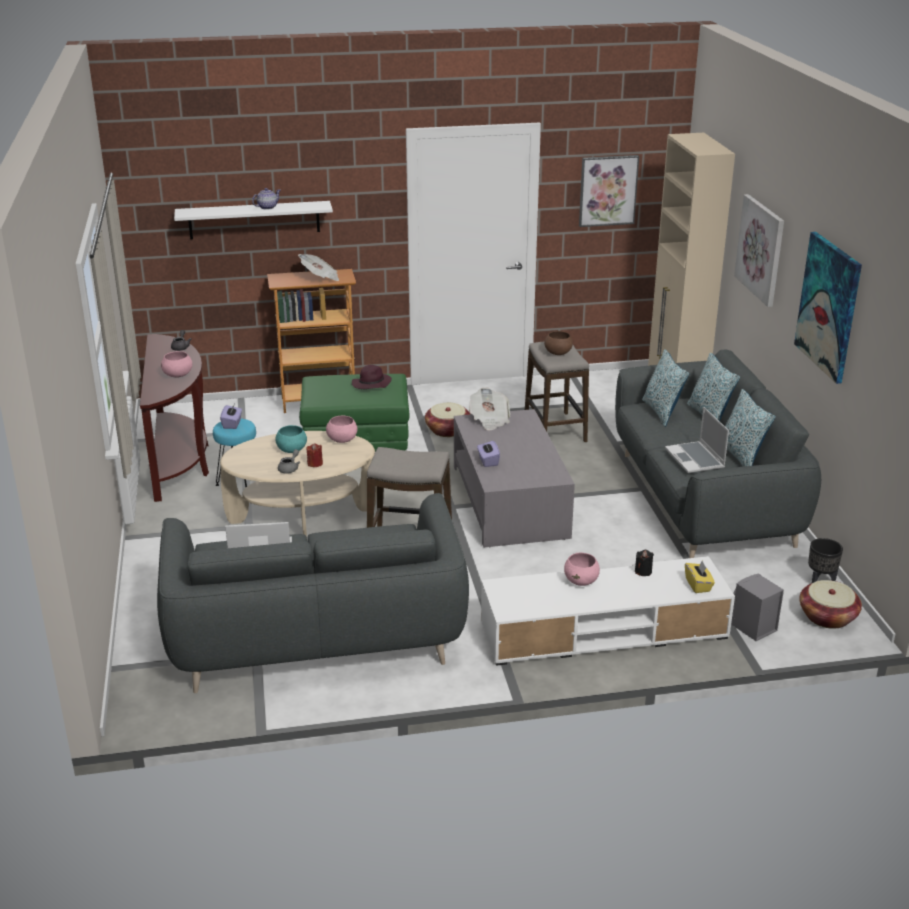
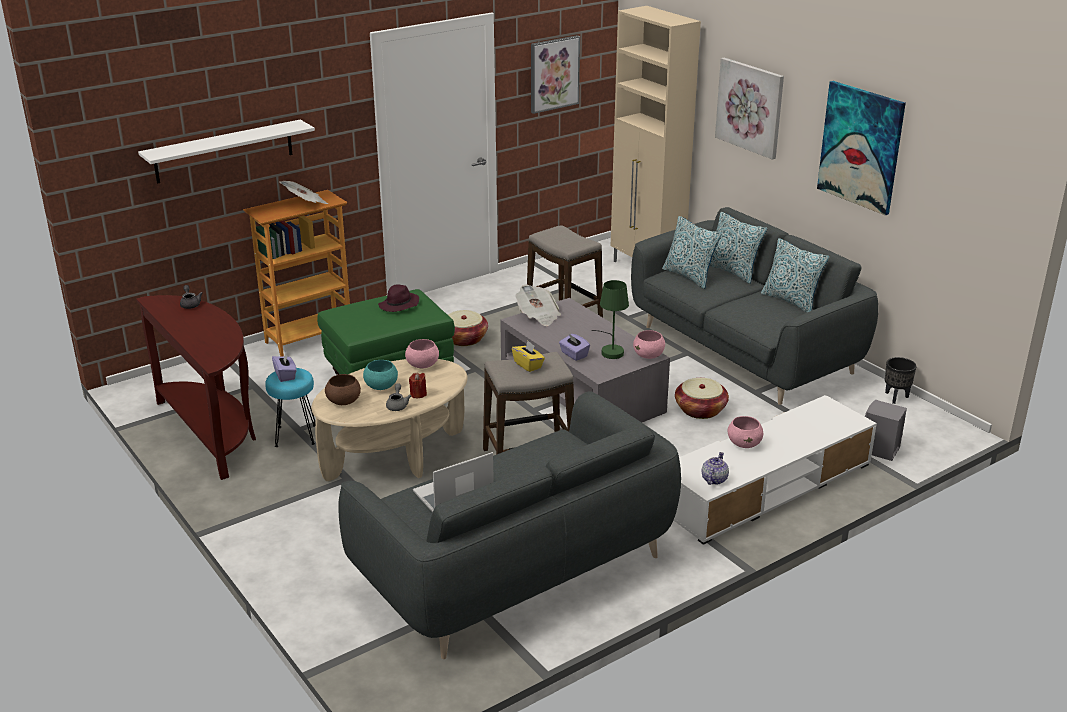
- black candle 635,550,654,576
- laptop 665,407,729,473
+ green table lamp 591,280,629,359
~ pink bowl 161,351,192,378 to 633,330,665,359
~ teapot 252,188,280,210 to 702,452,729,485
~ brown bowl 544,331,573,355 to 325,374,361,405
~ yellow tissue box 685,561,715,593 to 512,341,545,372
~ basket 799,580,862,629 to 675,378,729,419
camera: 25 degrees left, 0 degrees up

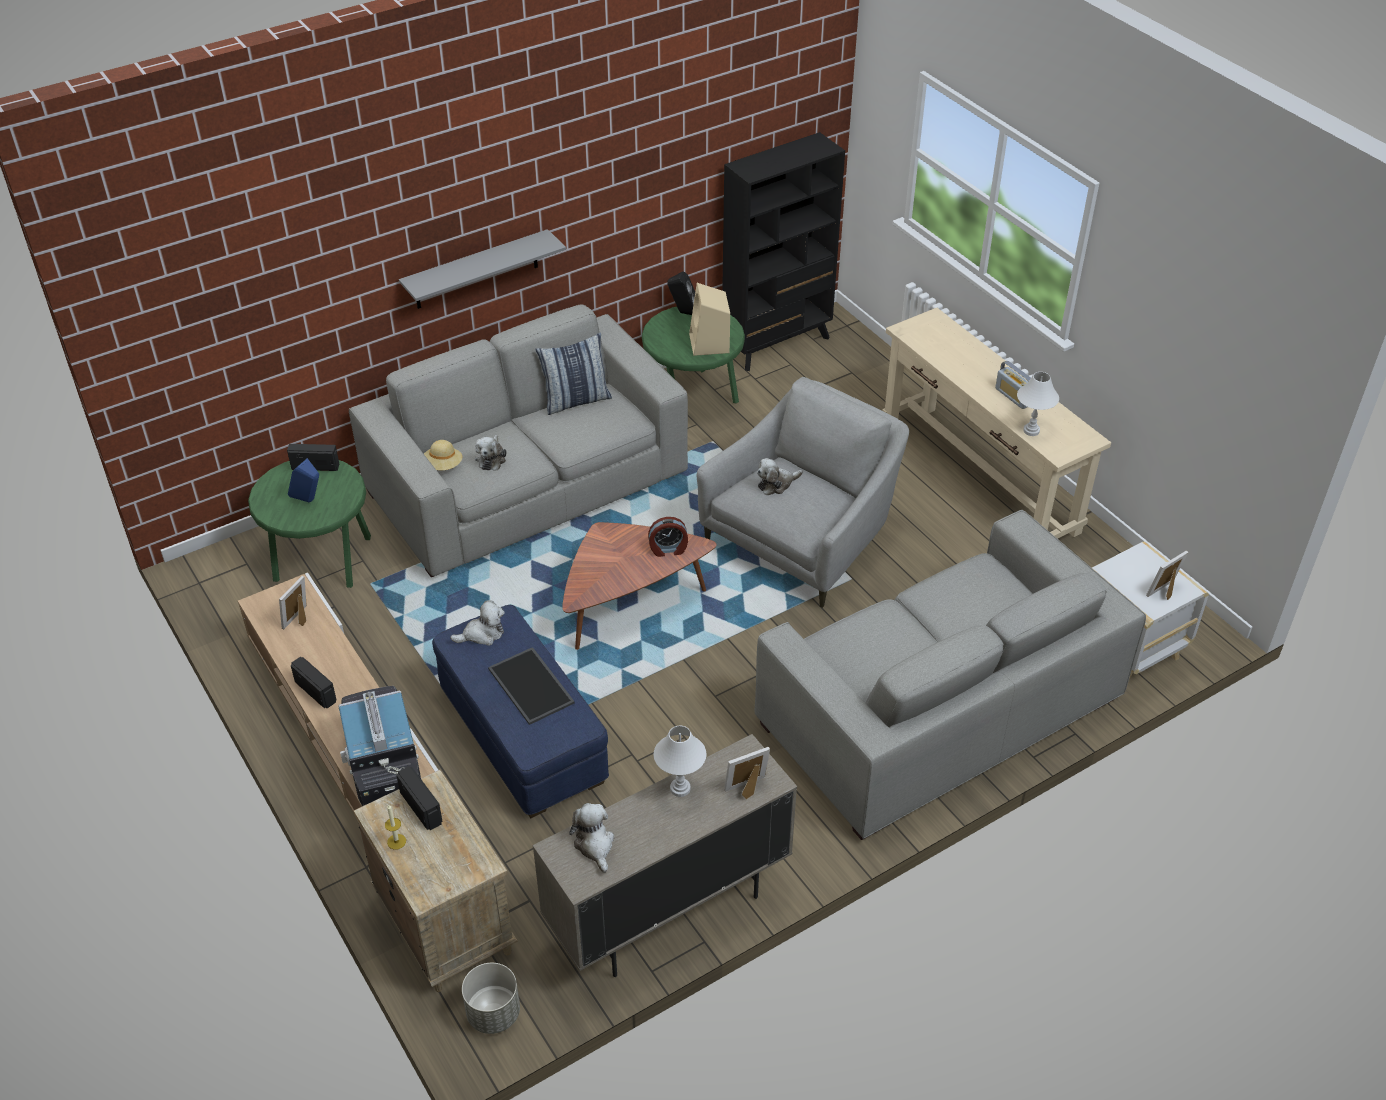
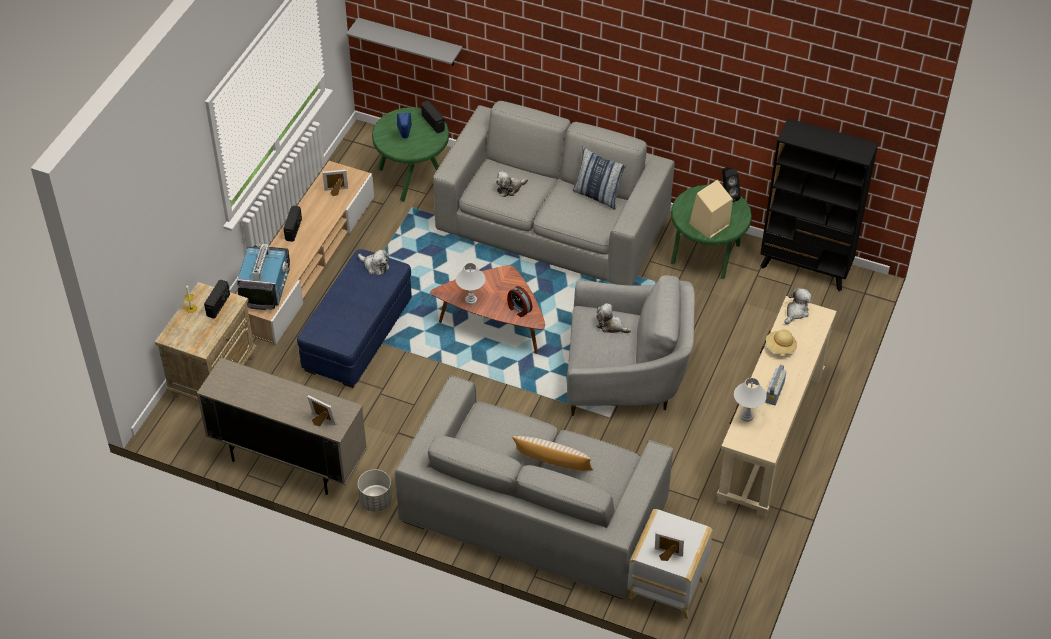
- tray 488,647,575,725
+ beige pillow 512,436,593,471
~ grey shelf 399,229,566,309 to 346,18,463,65
~ beige hat 424,440,462,470 to 766,330,797,355
~ grey planter 462,963,520,1034 to 358,469,392,512
~ plush toy 569,803,614,873 to 784,288,812,324
~ white table lamp 654,726,706,797 to 456,263,486,305
~ television 338,686,421,806 = 237,244,290,310 150 degrees clockwise
camera: 55 degrees right, 5 degrees up

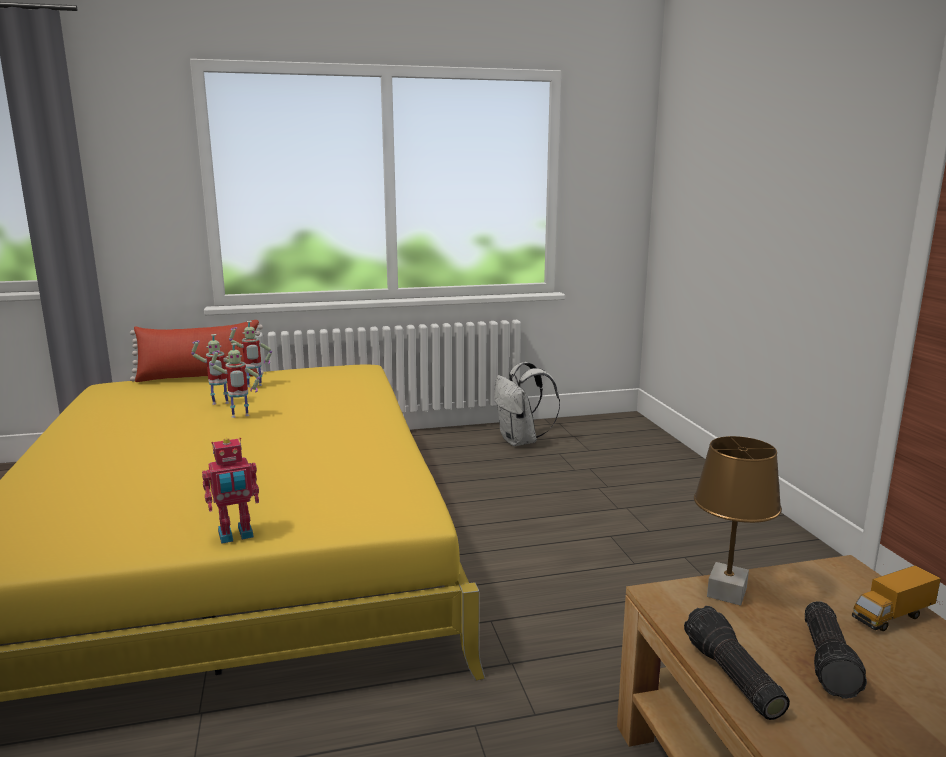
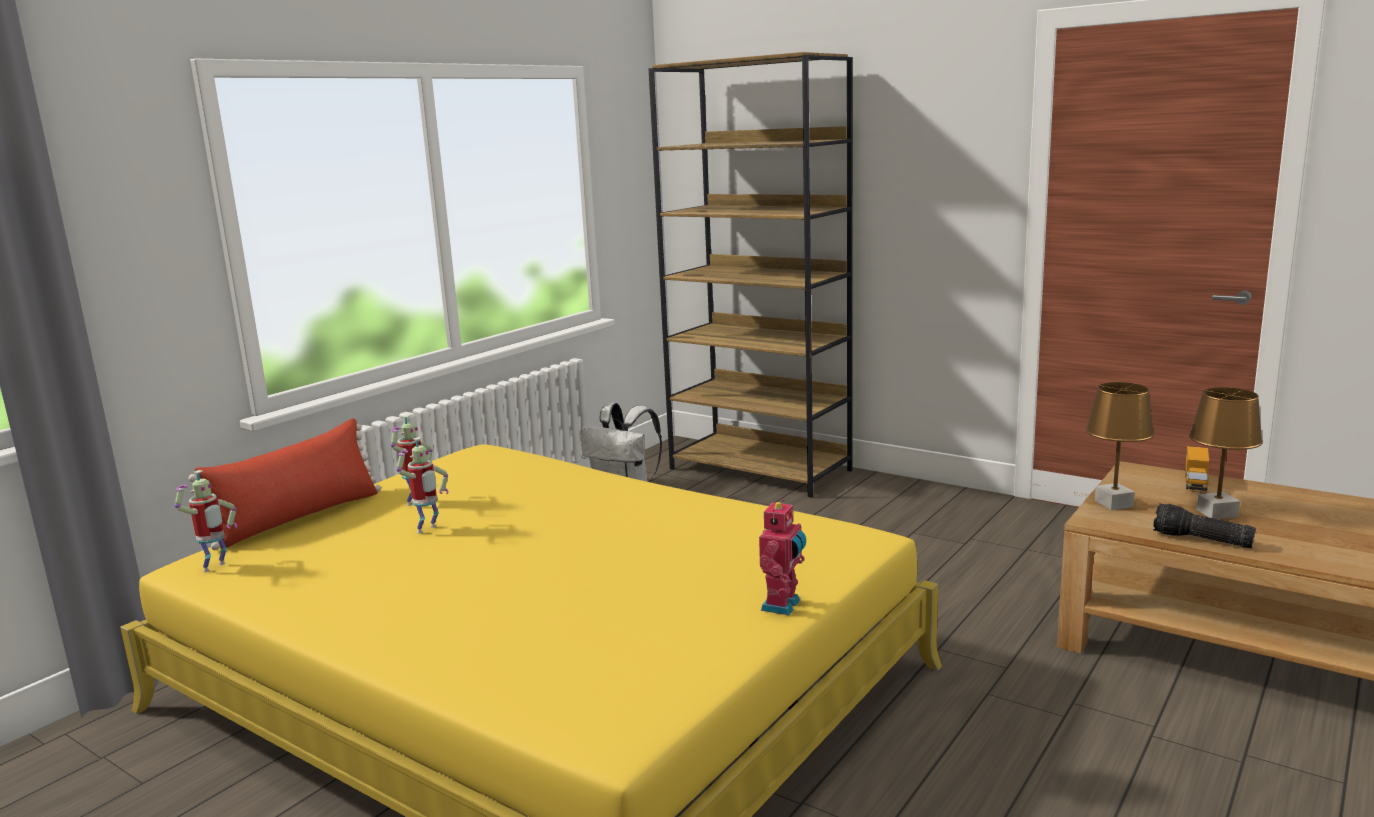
+ brown bookcase 649,52,853,498
~ toy robot 210,343,260,418 to 175,470,237,572
~ flashlight 805,601,867,699 to brown table lamp 1189,387,1263,519
camera: 40 degrees left, 0 degrees up

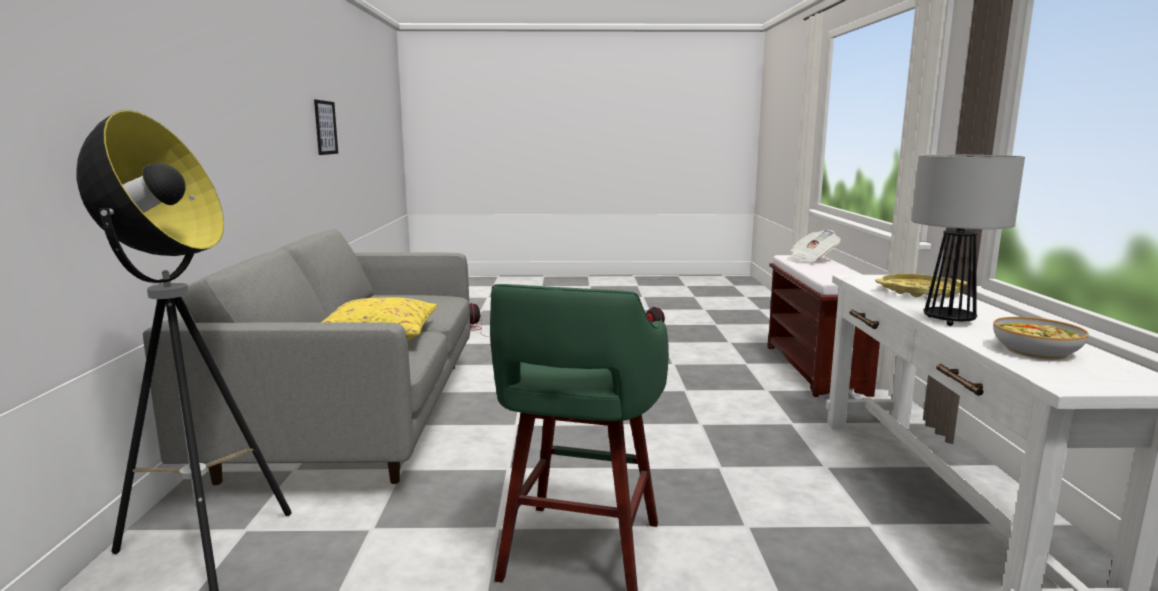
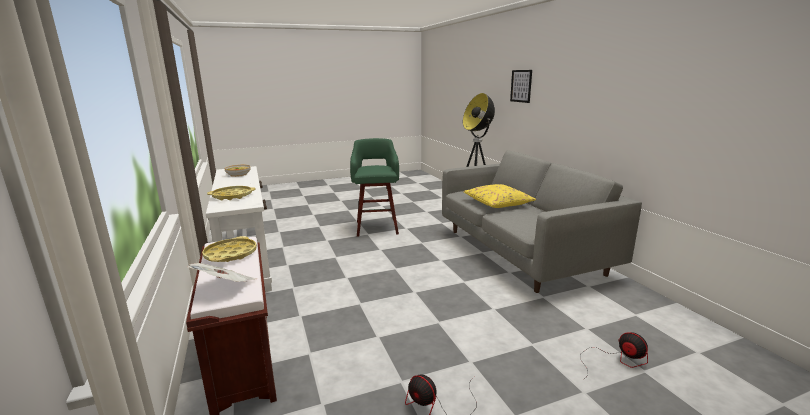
- table lamp 911,155,1025,326
+ yellow tray 202,236,257,262
~ picture 314,100,338,155 to 510,70,532,103
camera: 160 degrees right, 5 degrees up

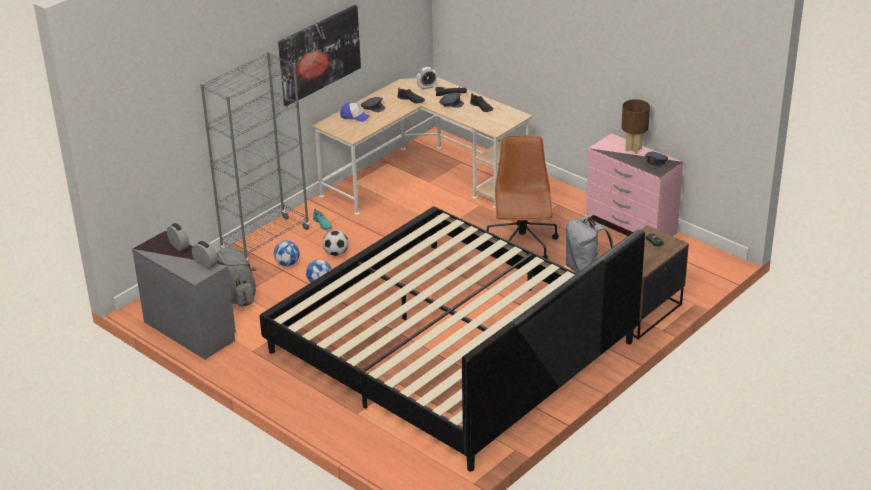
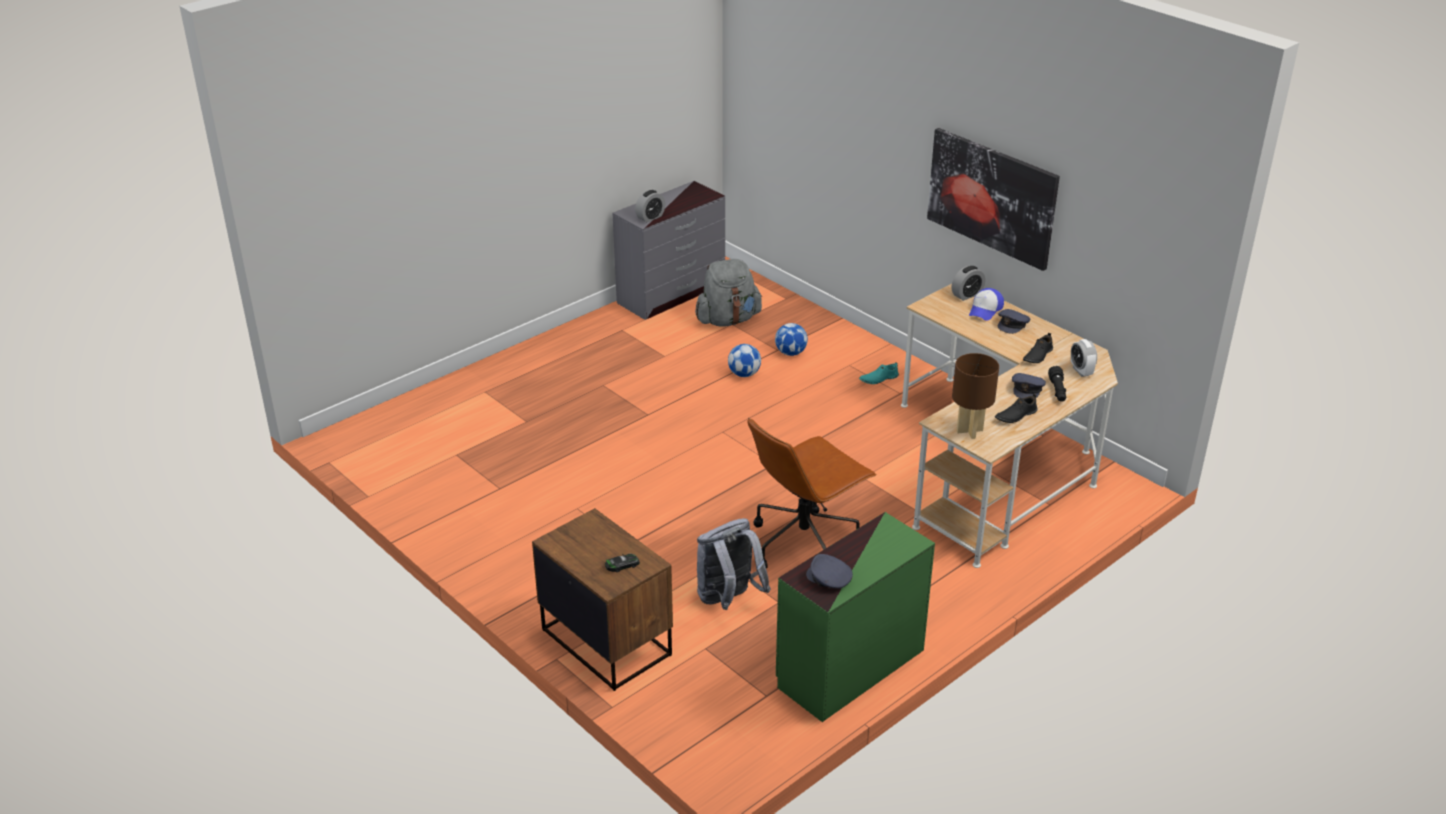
- grey bookcase 200,52,310,261
- bed 259,206,645,472
- football 323,230,348,256
~ alarm clock 167,223,189,251 to 952,266,985,301
~ brown table lamp 621,99,650,154 to 952,353,999,439
~ pink dresser 586,133,683,236 to green dresser 776,512,935,722
~ brown office chair 487,135,559,259 = 747,418,877,568 135 degrees clockwise
camera: 95 degrees right, 0 degrees up

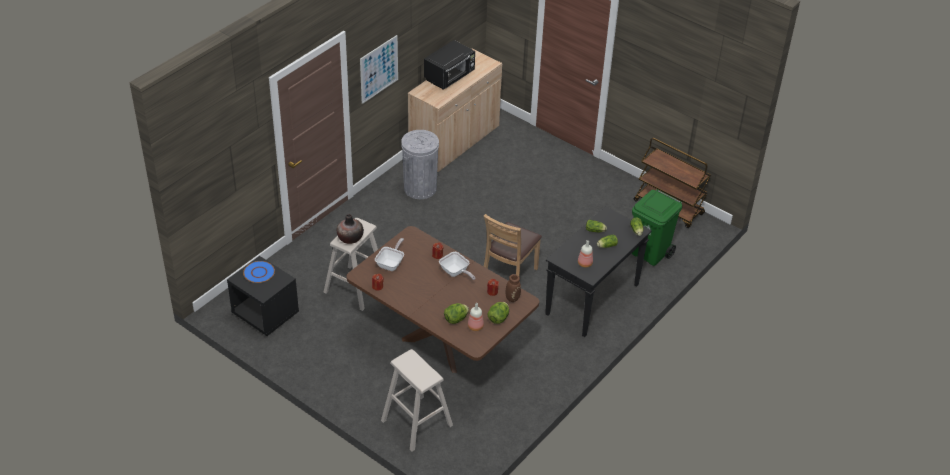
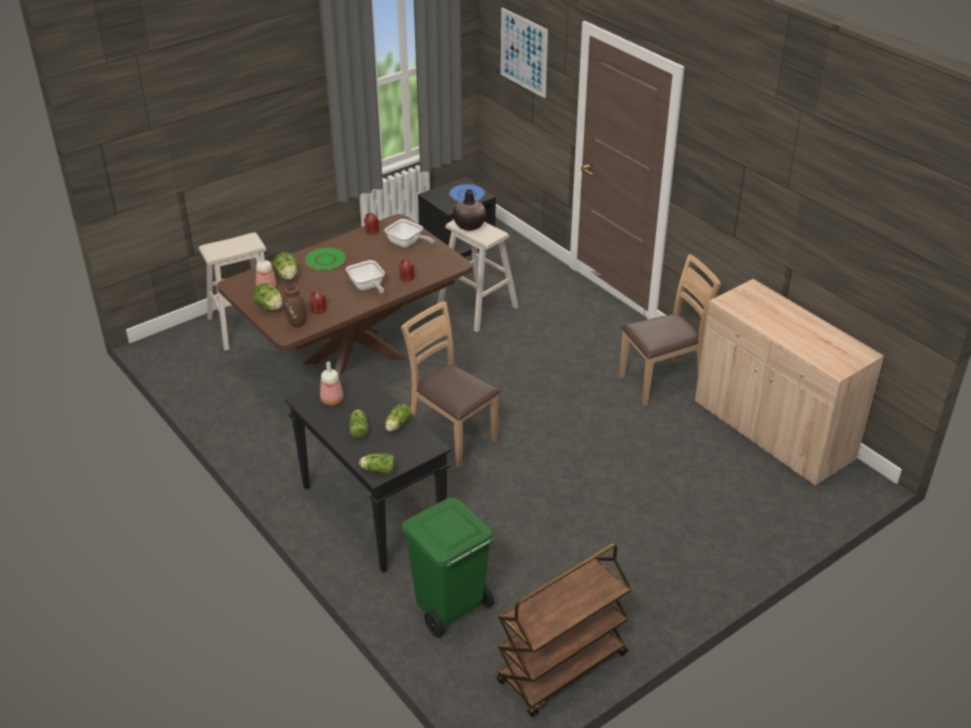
- black microwave 424,40,475,90
+ green plate 305,247,346,271
~ picture 360,35,398,104 to 501,8,548,98
~ grey trash can 401,130,439,199 to brown chair 619,254,721,406
~ frying pan 439,252,475,280 = 346,260,385,294 90 degrees counterclockwise
camera: 105 degrees right, 5 degrees down

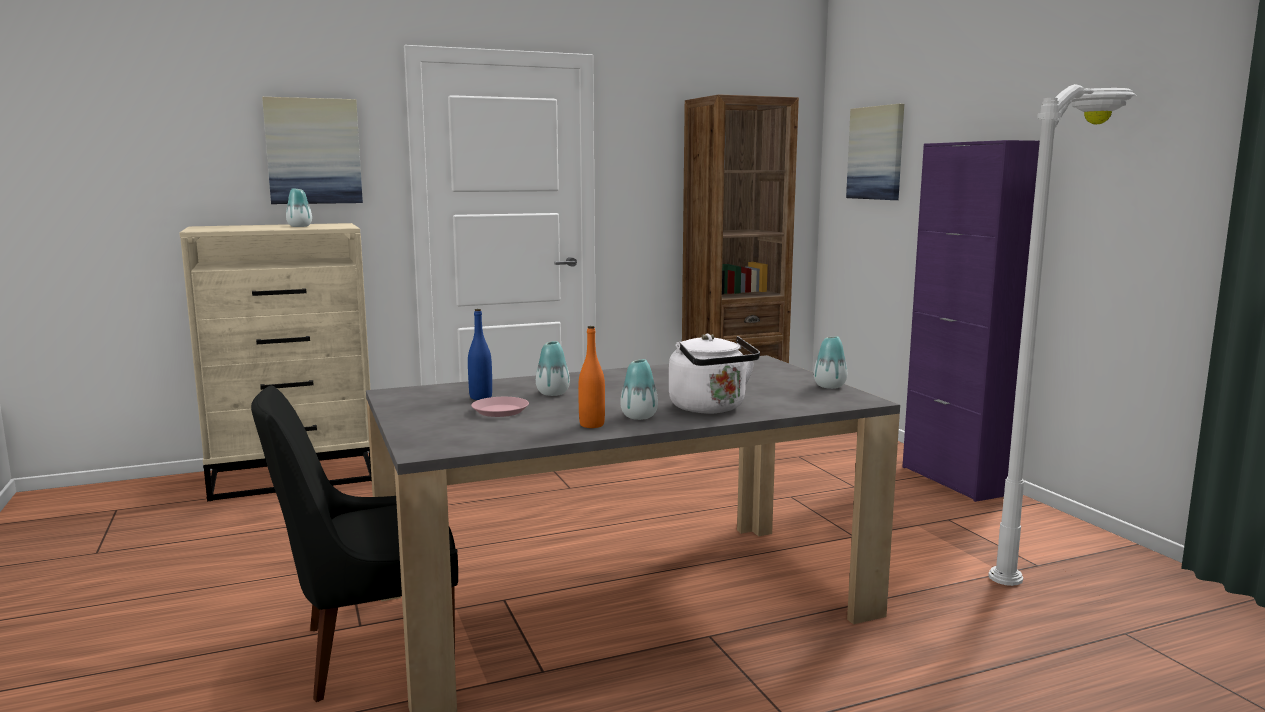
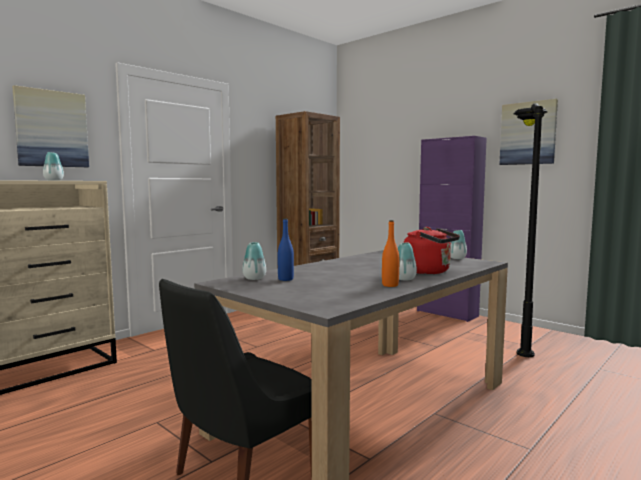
- pink plate 471,397,529,417
~ vase 536,341,570,396 to 242,242,266,280
~ picture 846,104,904,200 to 499,99,558,165
~ white kettle 669,334,760,414 to red kettle 404,227,460,274
~ white floor lamp 988,84,1137,586 to black floor lamp 513,103,547,357
camera: 25 degrees left, 5 degrees down

